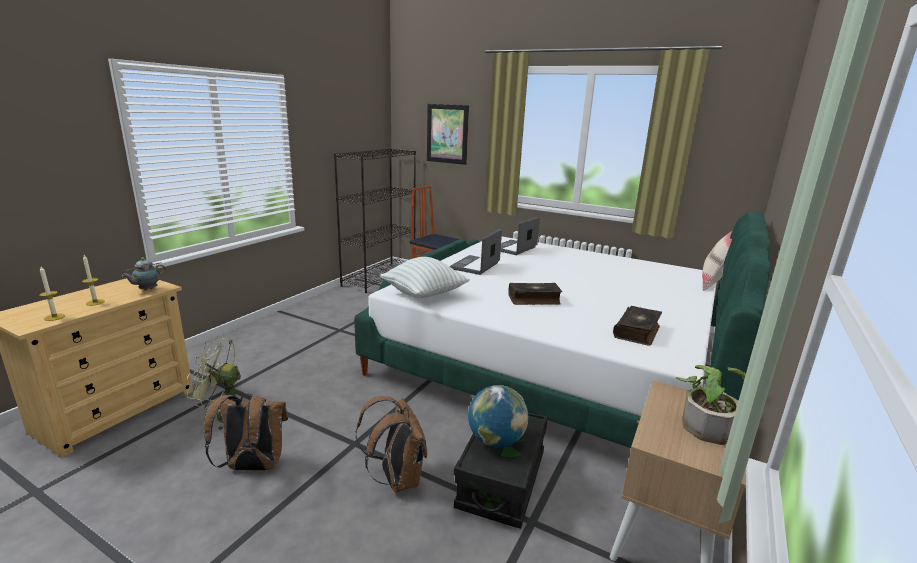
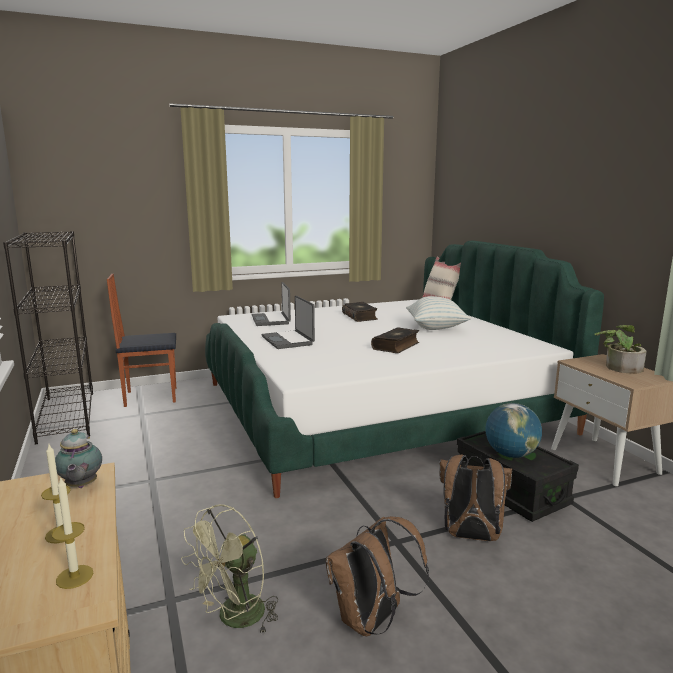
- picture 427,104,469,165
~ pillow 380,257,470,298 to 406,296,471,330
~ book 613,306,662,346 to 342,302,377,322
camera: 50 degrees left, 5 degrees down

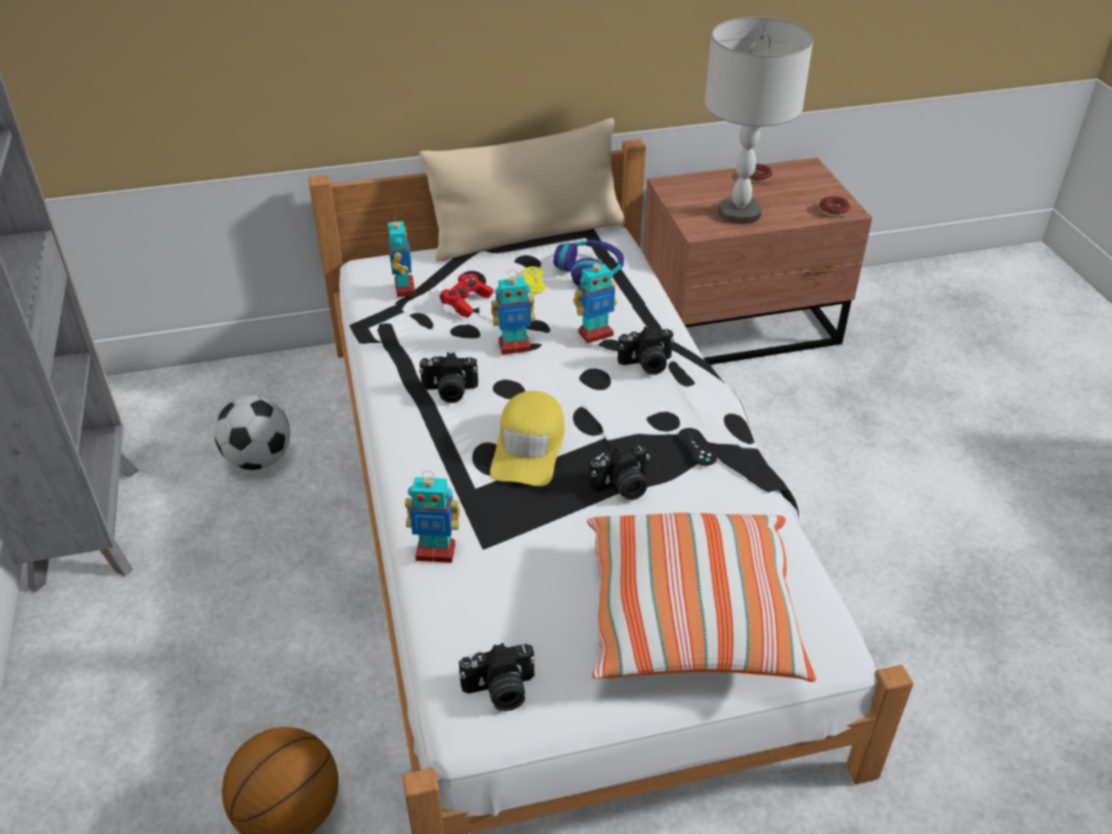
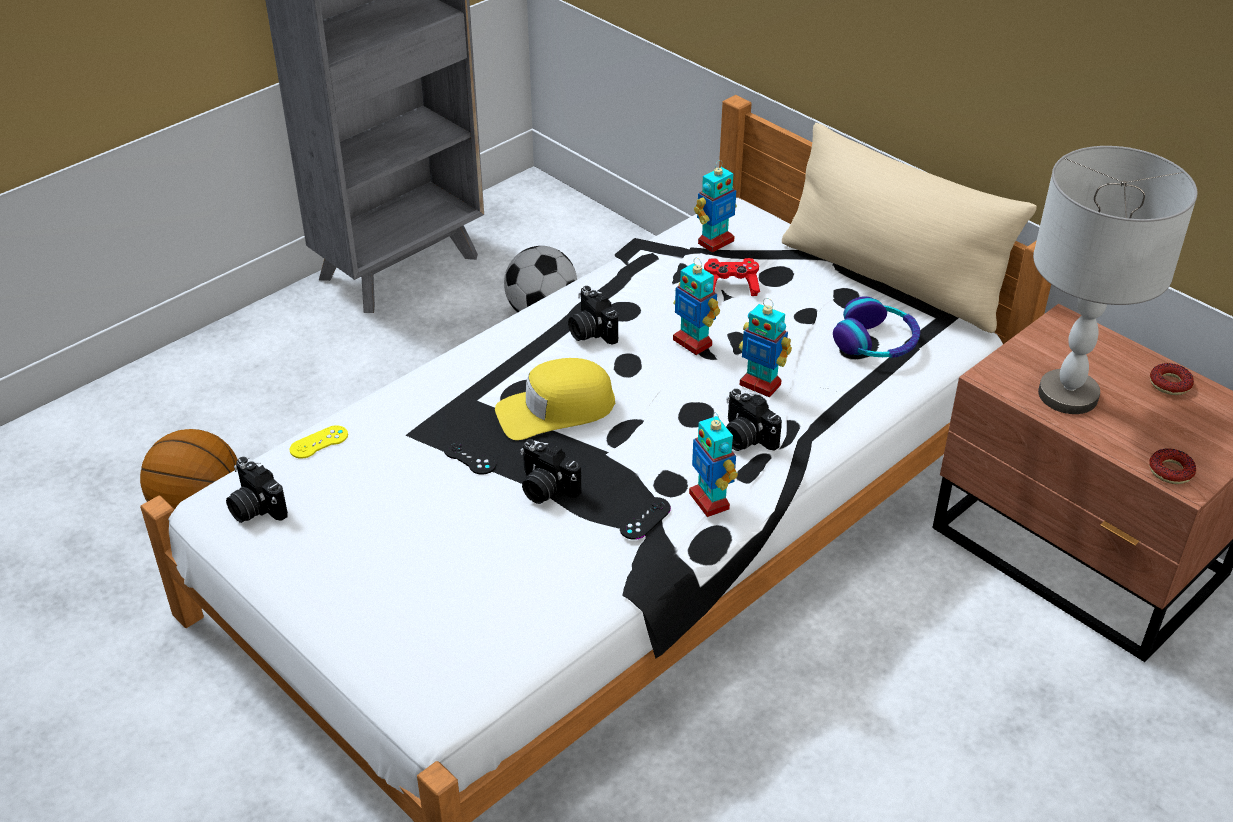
- pillow 587,513,816,682
+ black game controller 444,439,497,475
~ toy robot 405,471,460,563 to 689,412,738,517
~ yellow game controller 523,266,546,294 to 290,425,348,459
camera: 60 degrees right, 0 degrees up

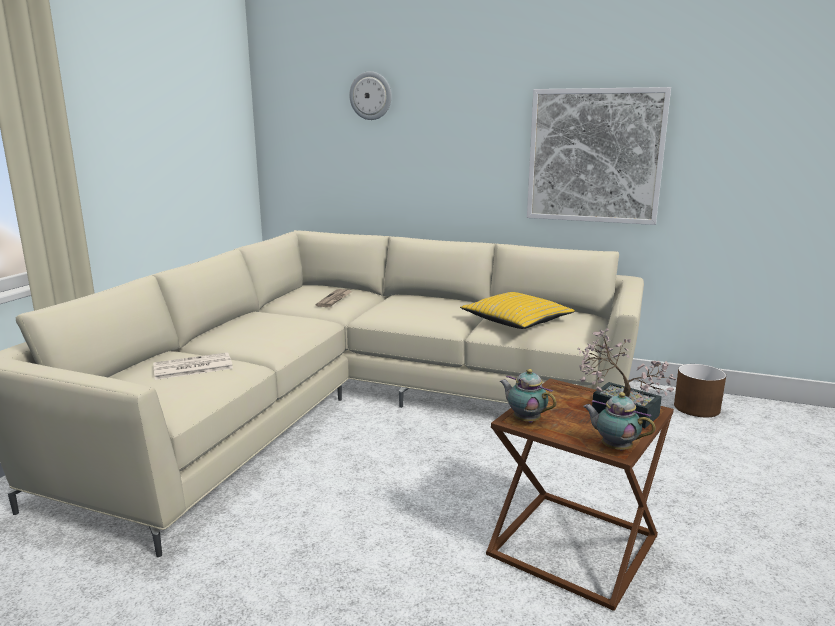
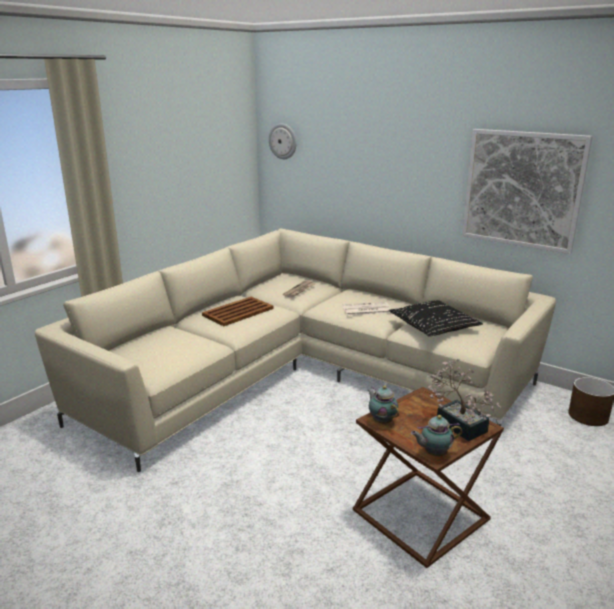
+ brown tray 202,297,273,326
~ newspaper 153,352,233,380 to 342,302,391,316
~ wall clock 349,71,392,120 to 269,123,297,159
~ yellow pillow 460,292,575,329 to black pillow 389,300,483,337
~ teapot 583,392,655,450 = 411,415,462,456 60 degrees counterclockwise
camera: 15 degrees right, 5 degrees up

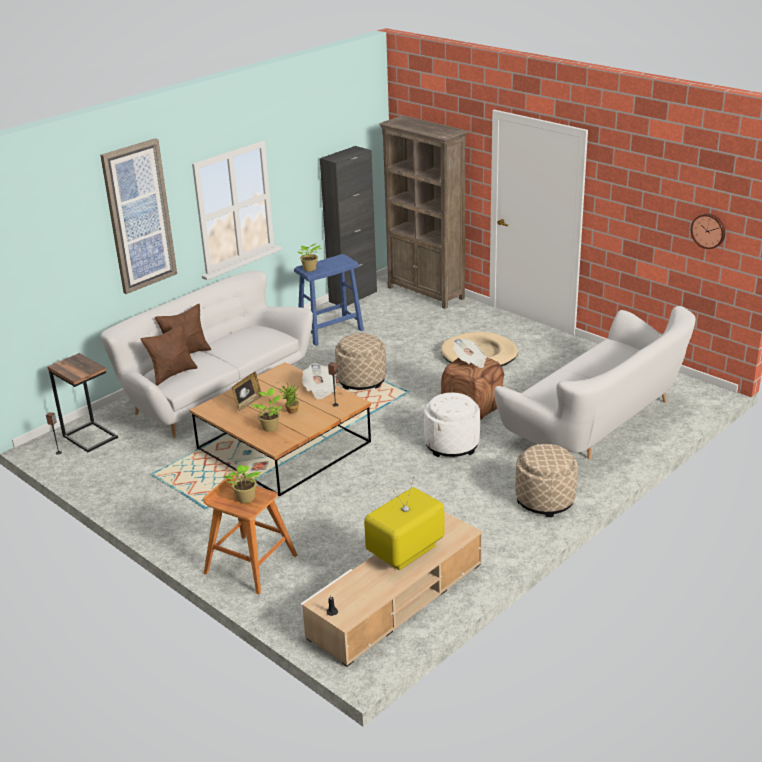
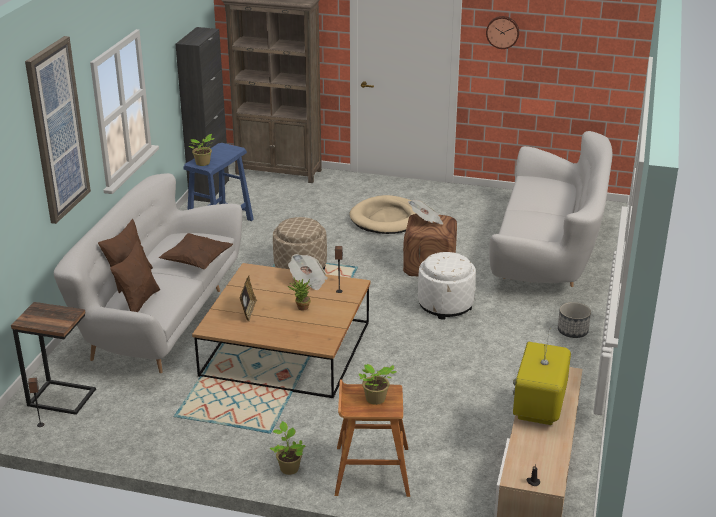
+ brown pillow 159,233,233,270
~ potted plant 252,388,282,432 to 269,421,306,475
~ wall clock 691,213,725,249 to 486,16,519,49
~ beige ottoman 515,444,578,517 to planter 558,302,591,338
camera: 30 degrees left, 0 degrees up

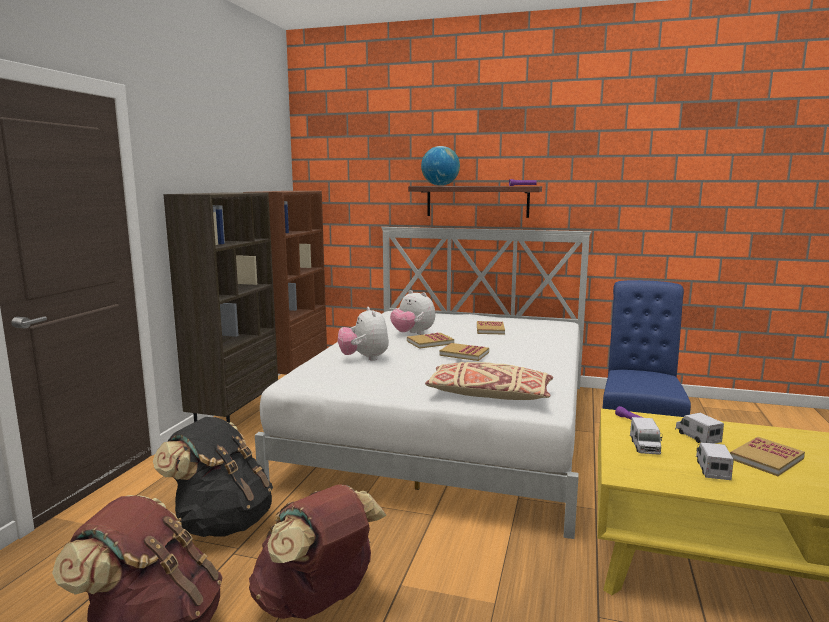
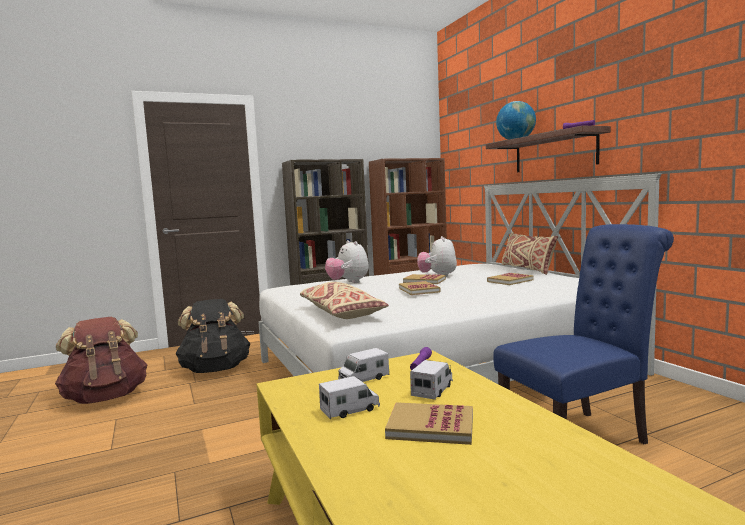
- brown backpack 249,484,387,619
+ beige pillow 502,232,558,275
~ plush toy 338,307,389,361 = 325,240,369,283 60 degrees counterclockwise
camera: 50 degrees right, 5 degrees down

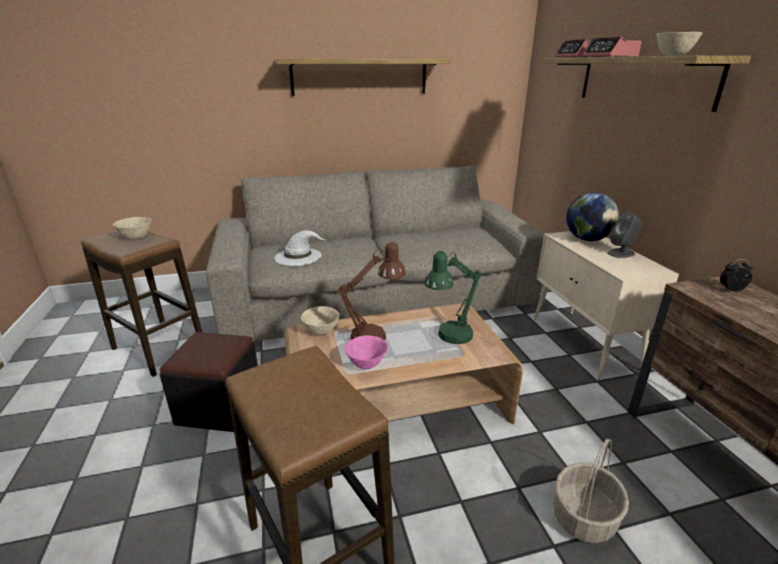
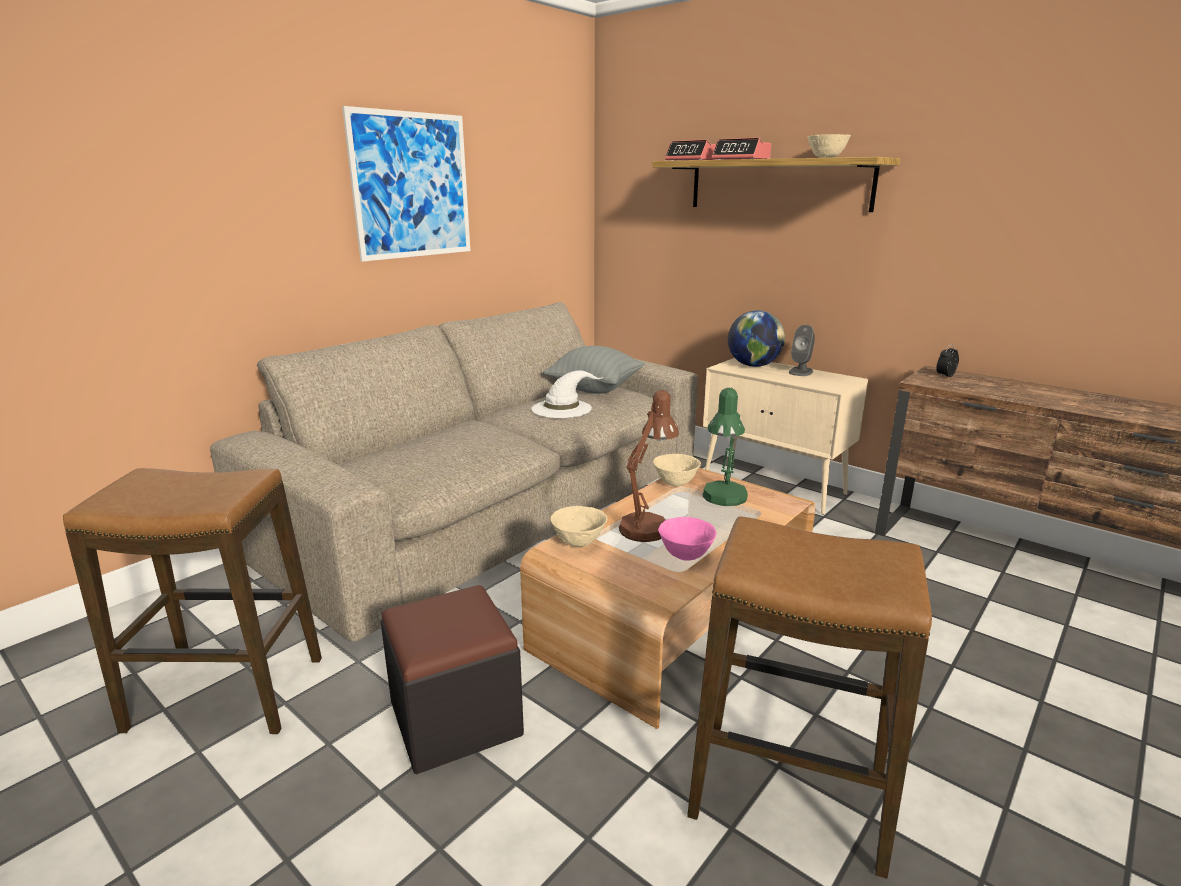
- basket 554,439,629,543
+ grey pillow 543,346,645,394
~ beige bowl 113,217,151,240 to 653,454,701,487
~ white hat 274,230,325,266 to 531,370,603,418
~ shelf 275,59,451,96 to picture 342,106,470,262
camera: 35 degrees left, 5 degrees down

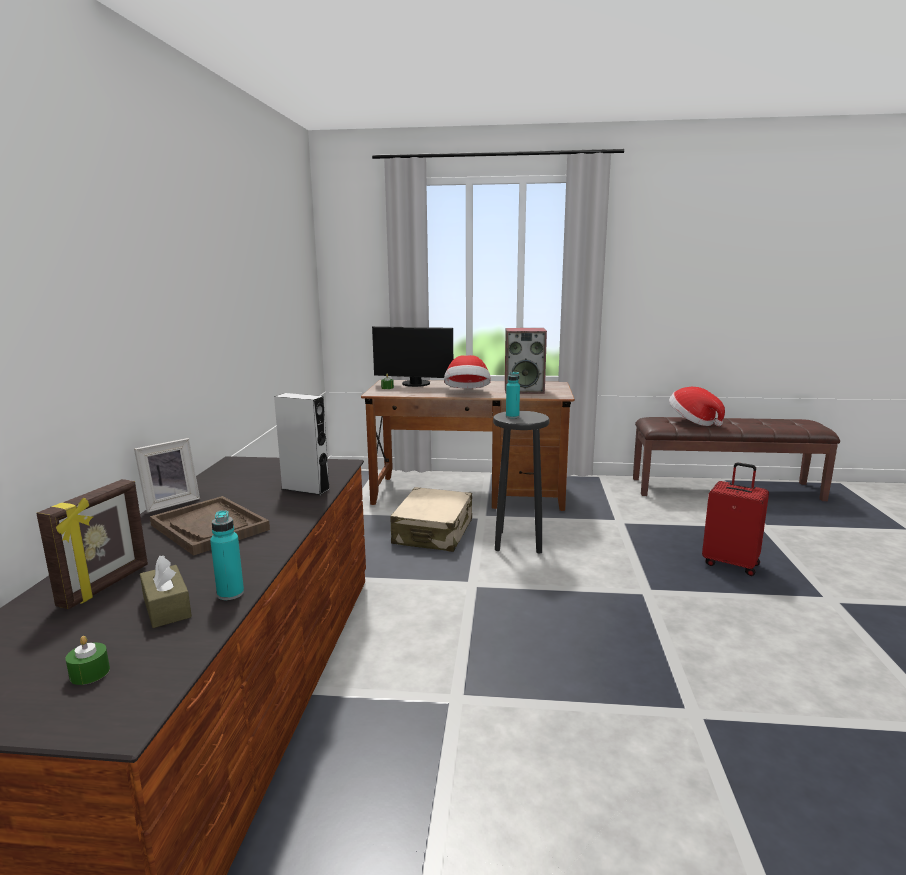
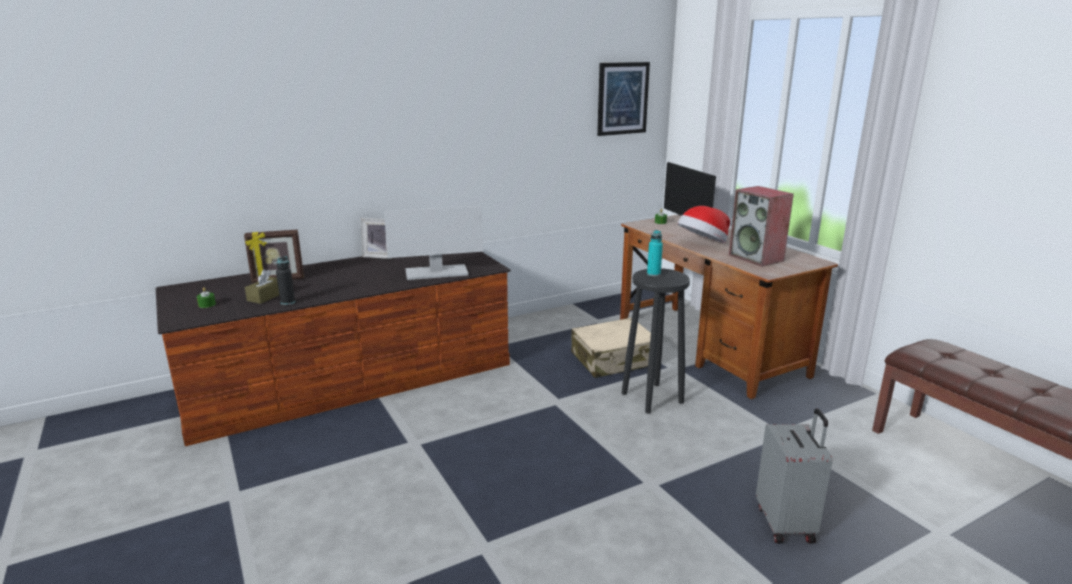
- brown tray 150,496,270,556
- hat 669,387,725,426
+ picture 597,62,650,136
~ grey speaker 274,393,330,495 to monitor 384,206,483,280
~ turquoise bottle 210,510,244,600 to black bottle 276,256,295,305
~ red suitcase 702,462,769,576 to grey suitcase 756,408,833,544
camera: 55 degrees right, 5 degrees up

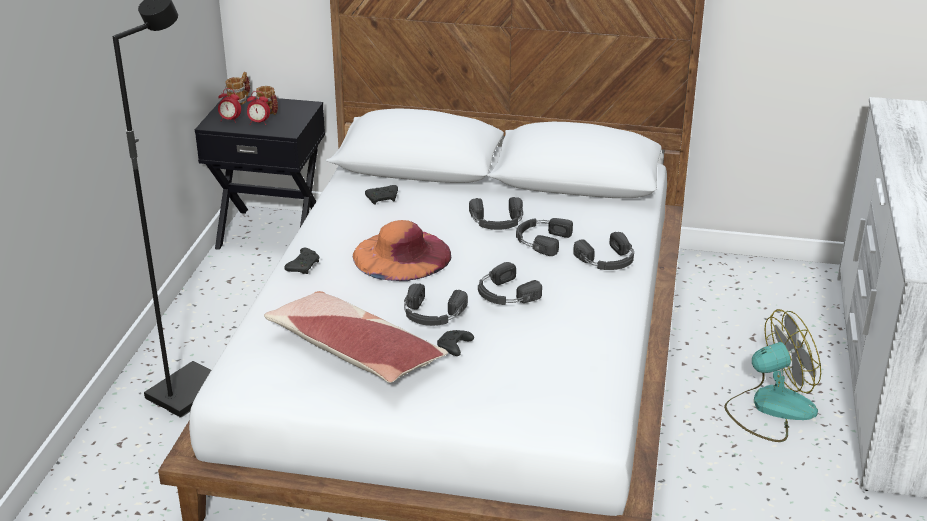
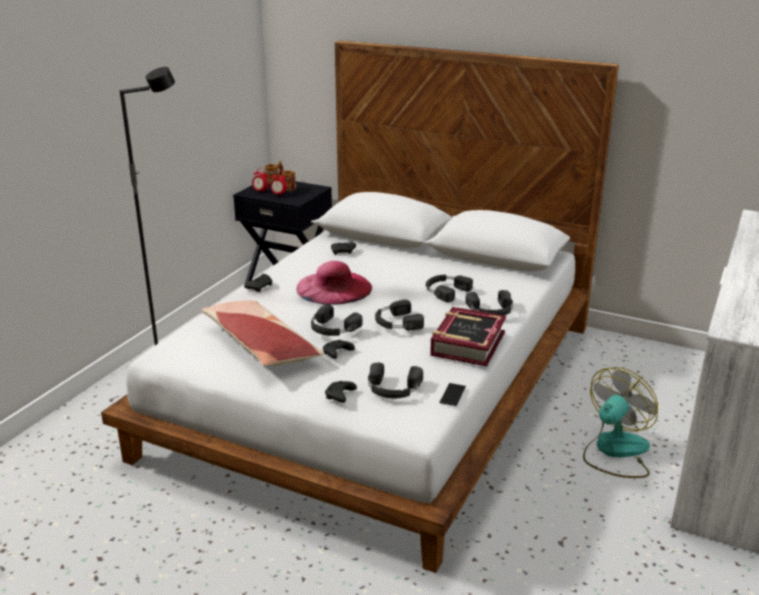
+ black game controller 325,381,357,403
+ book 430,307,506,366
+ phone 439,383,466,406
~ black headphones 469,197,523,230 to 368,362,423,398
~ orange hat 353,220,451,281 to pink hat 297,261,372,305
~ fan 724,309,821,442 = 583,367,658,478 45 degrees counterclockwise
camera: 15 degrees right, 5 degrees down

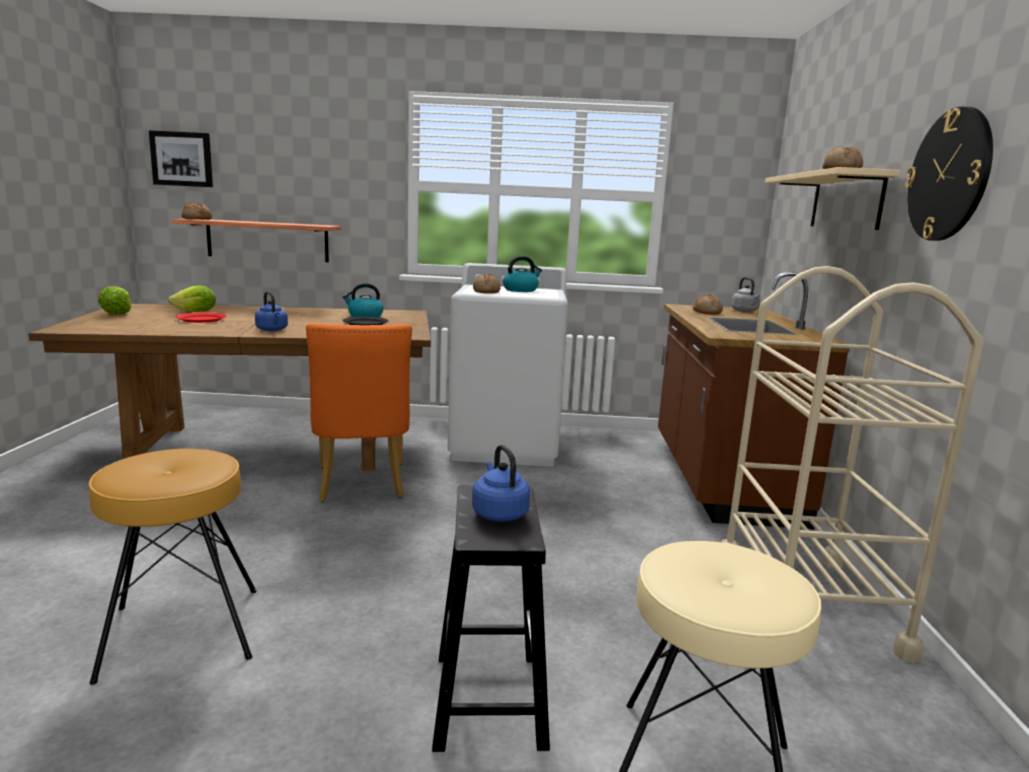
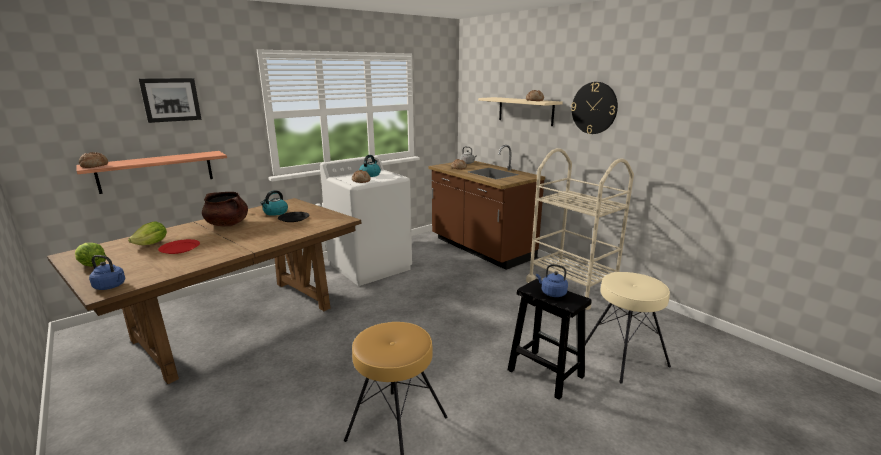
- orange chair 306,323,412,502
+ brown cooking pot 202,192,248,226
~ picture 149,130,213,187 to 139,78,202,123
~ blue kettle 255,291,288,331 to 89,255,125,290
camera: 40 degrees left, 5 degrees up

